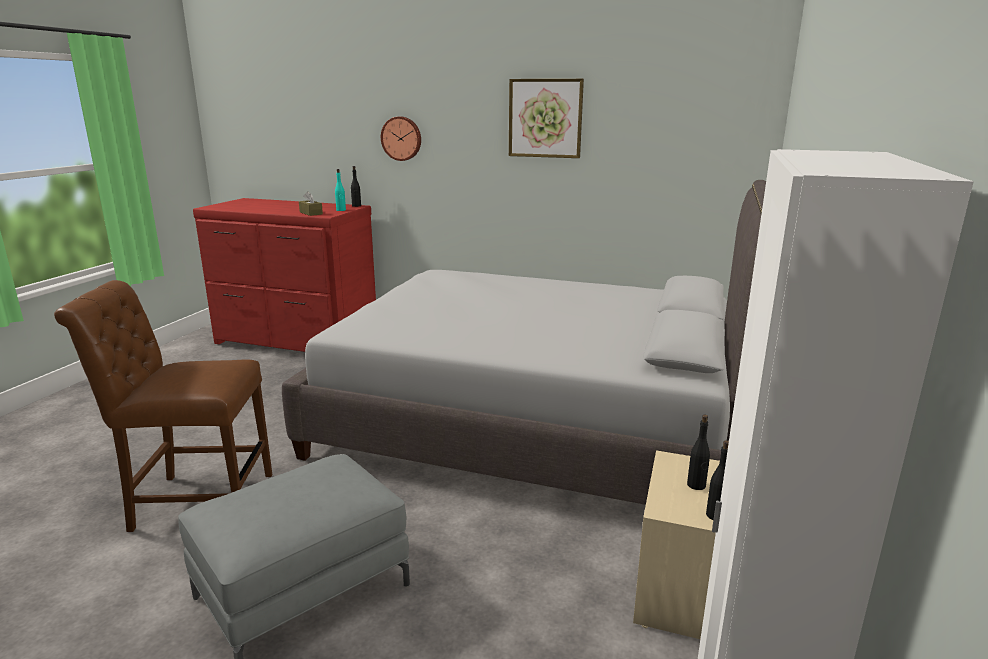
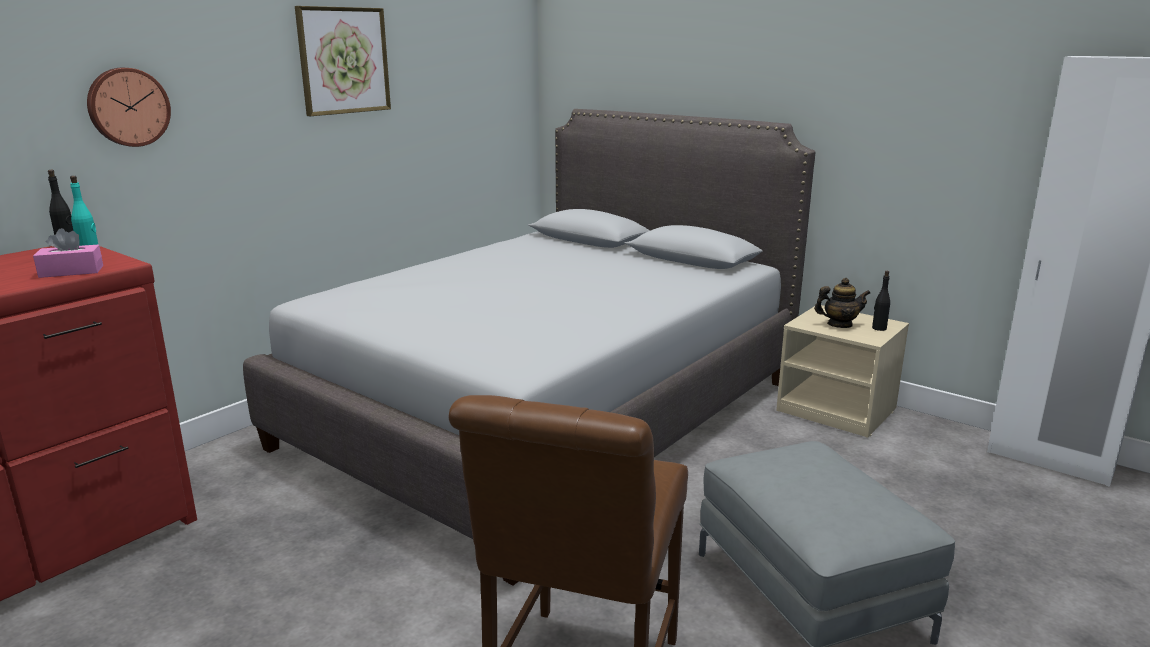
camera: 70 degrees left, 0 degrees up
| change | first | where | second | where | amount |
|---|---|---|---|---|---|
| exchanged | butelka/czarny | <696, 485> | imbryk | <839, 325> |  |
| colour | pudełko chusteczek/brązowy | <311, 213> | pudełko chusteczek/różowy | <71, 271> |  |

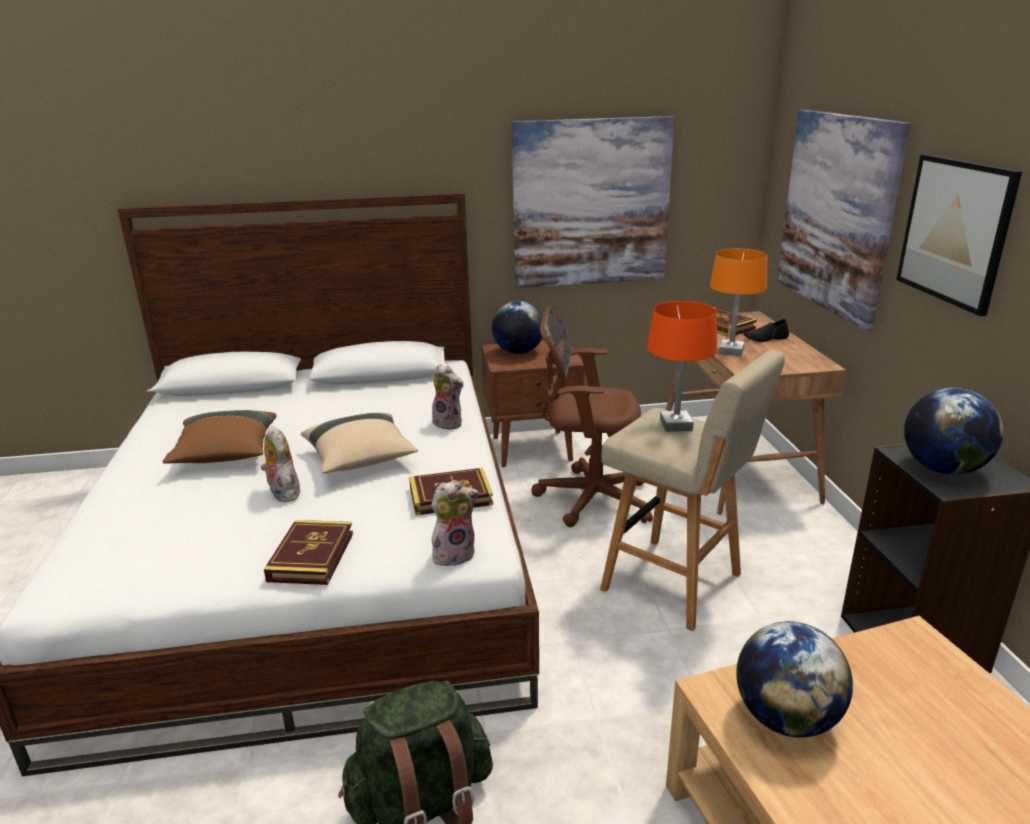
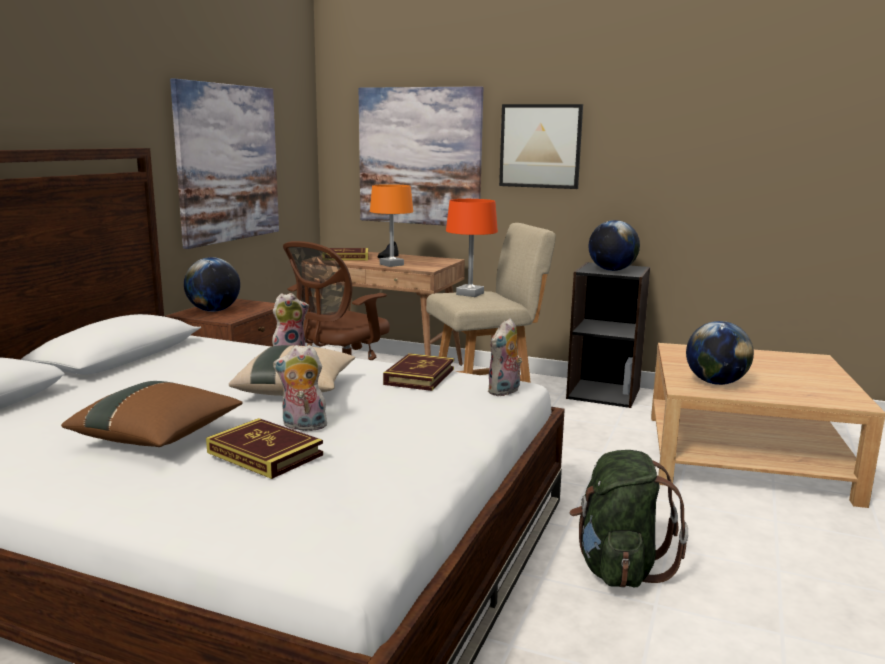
camera: 60 degrees left, 10 degrees down
| change | first | where | second | where | amount |
|---|---|---|---|---|---|
| relocated | książka | <311, 556> |  | <265, 454> |  |
| spun | pluszak | <454, 554> |  | <504, 392> | 150 degrees counterclockwise |

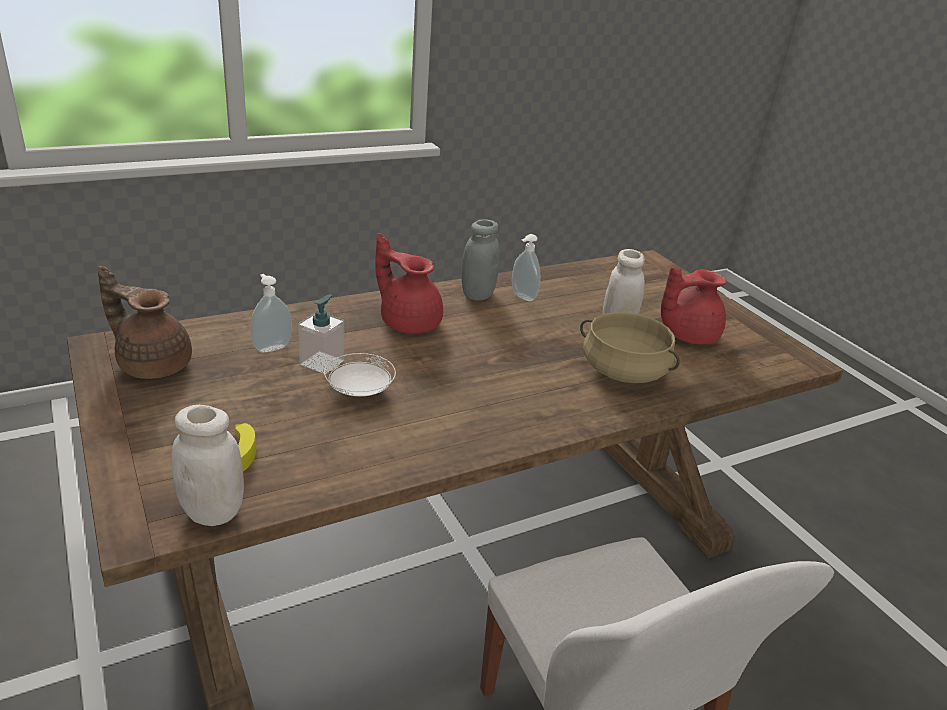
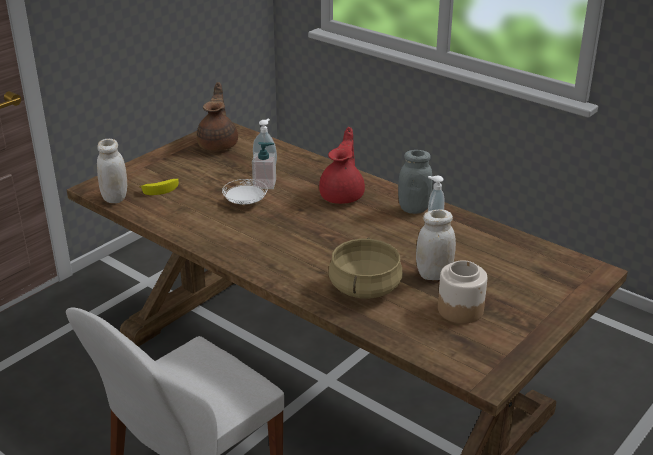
camera: 70 degrees right, 0 degrees up
| change | first | where | second | where | amount |
|---|---|---|---|---|---|
| exchanged | imbryk/czerwony | <686, 335> | słoik | <460, 309> |  |

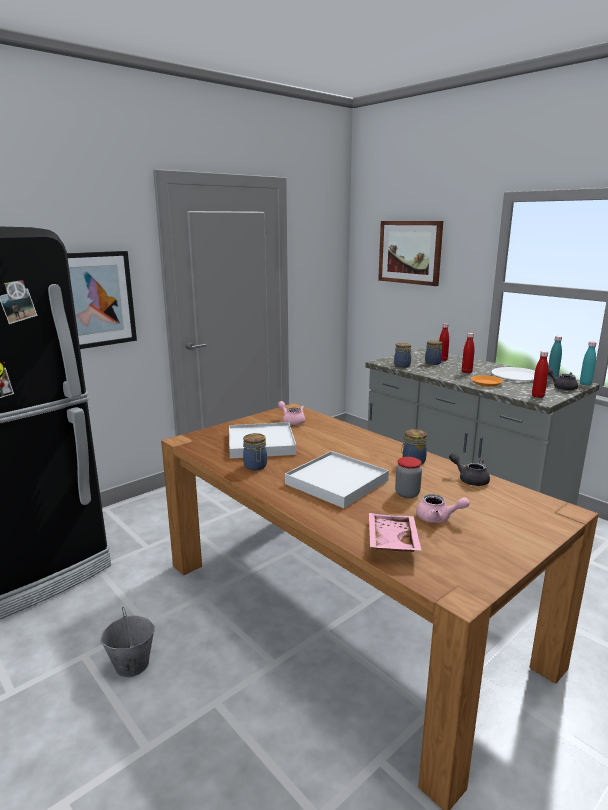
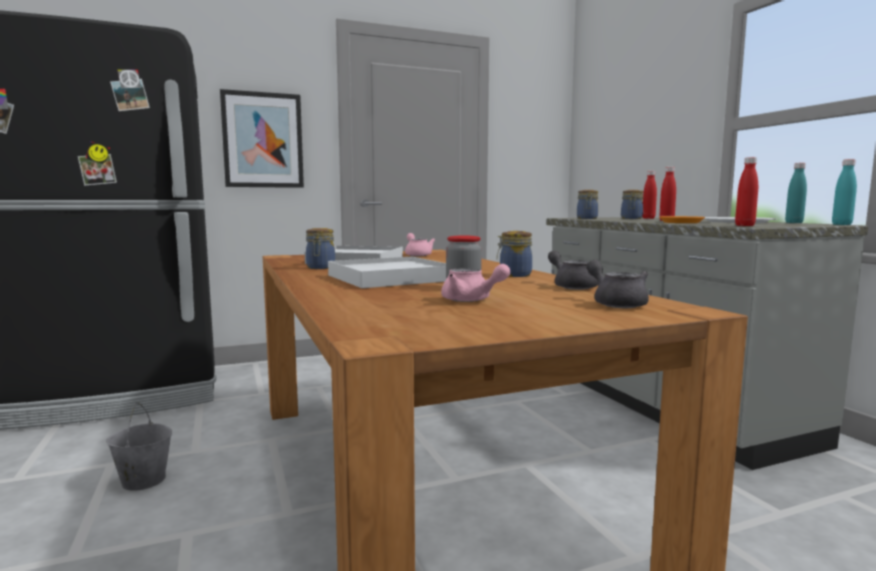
camera: 20 degrees right, 10 degrees down
| change | first | where | second | where | amount |
|---|---|---|---|---|---|
| missing | taca/różowy | <390, 541> |  |  |  |
| missing | obraz | <410, 252> |  |  |  |
| relocated | imbryk/szary | <561, 387> |  | <616, 303> |  |

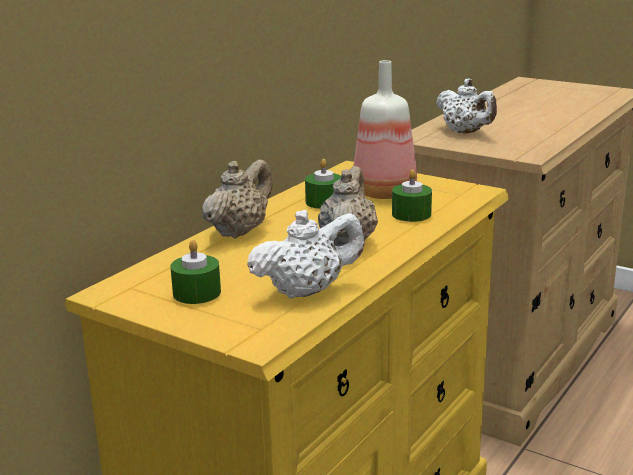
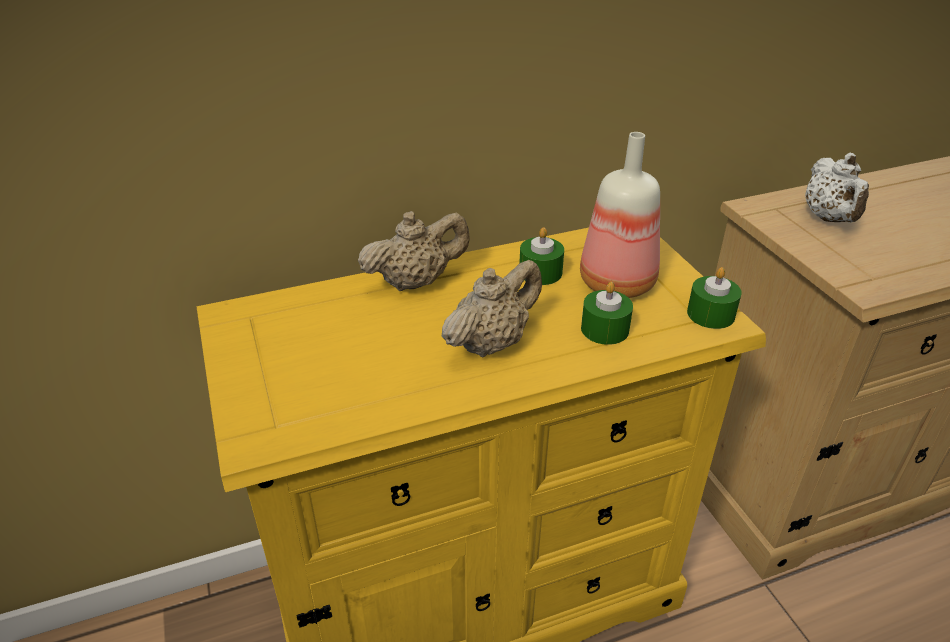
camera: 35 degrees right, 15 degrees up
| change | first | where | second | where | amount |
|---|---|---|---|---|---|
| missing | imbryk/biały | <307, 291> |  |  |  |
| relocated | świeca/zielony | <197, 293> |  | <710, 314> |  |

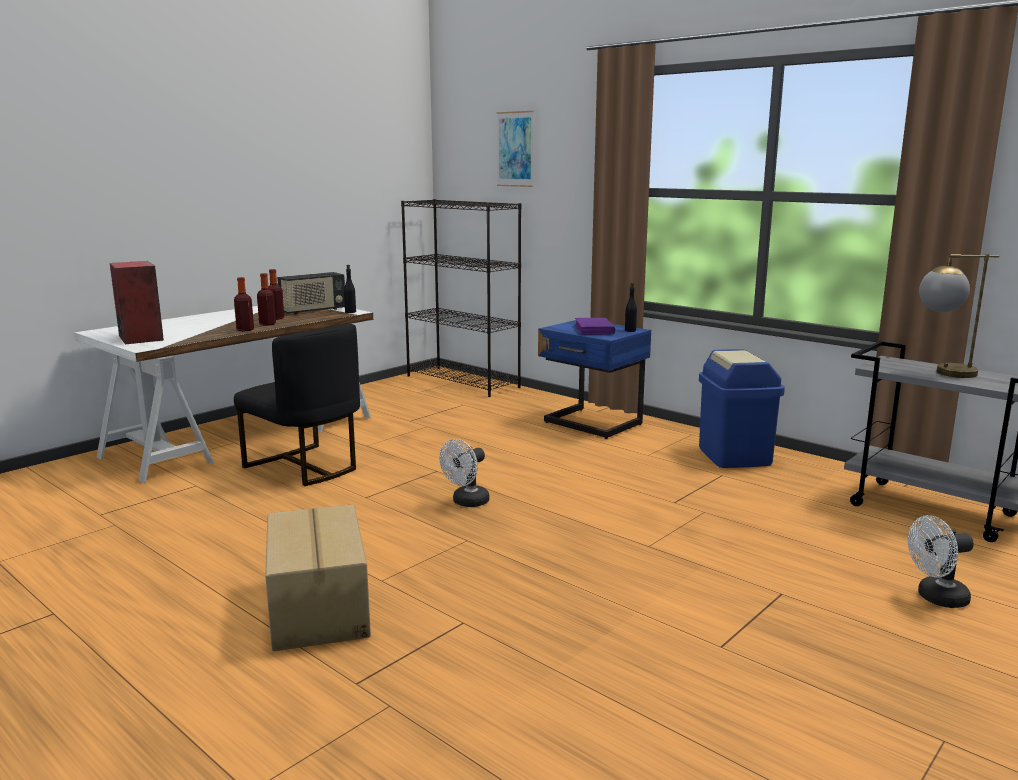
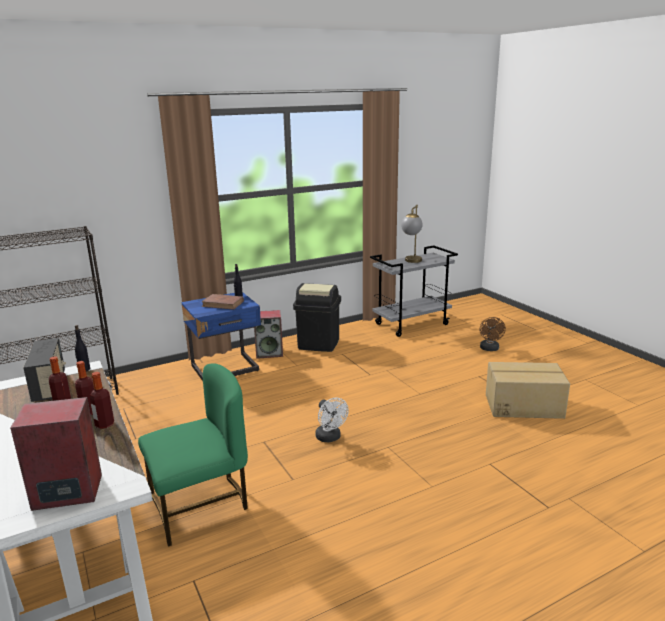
camera: 70 degrees left, 5 degrees up
| change | first | where | second | where | amount |
|---|---|---|---|---|---|
| missing | obraz | <515, 149> |  |  |  |
| appeared |  |  | głośnik | <269, 353> |  |
| relocated | karton | <320, 606> |  | <523, 405> |  |
| colour | krzesło/czarny | <305, 467> | krzesło/zielony | <200, 506> |  |
| colour | książka/fioletowy | <594, 329> | książka/brązowy | <223, 304> |  |
| colour | kosz na śmieci/niebieski | <733, 456> | kosz na śmieci/czarny | <318, 344> |  |
| colour | wentylator/biały | <936, 598> | wentylator/brązowy | <490, 349> |  |

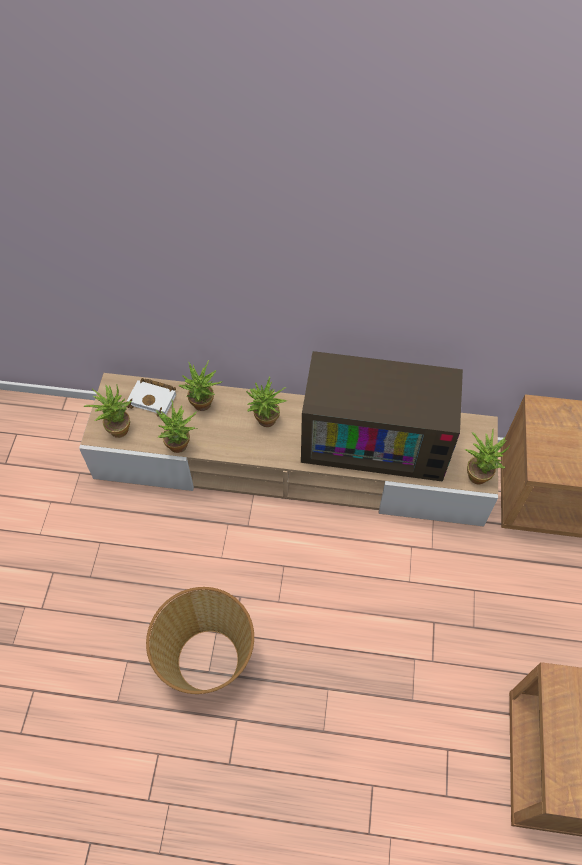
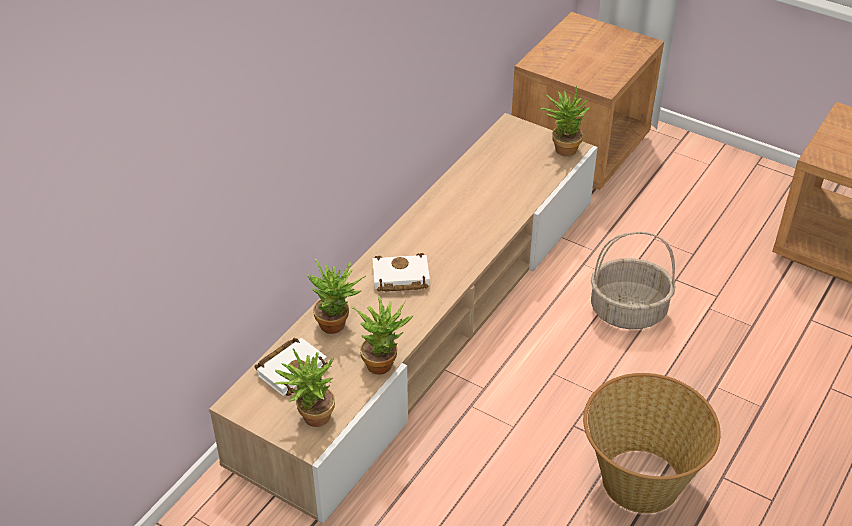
camera: 65 degrees left, 15 degrees down
| change | first | where | second | where | amount |
|---|---|---|---|---|---|
| missing | telewizor | <376, 438> |  |  |  |
| appeared |  |  | koszyk | <627, 311> |  |
| exchanged | roślina doniczkowa | <265, 423> | książka/biały | <399, 278> |  |

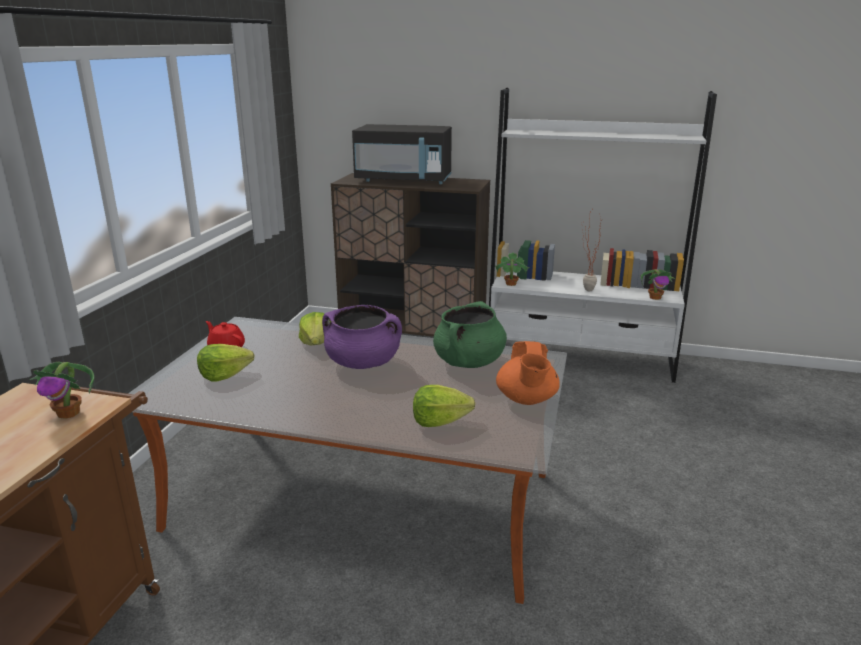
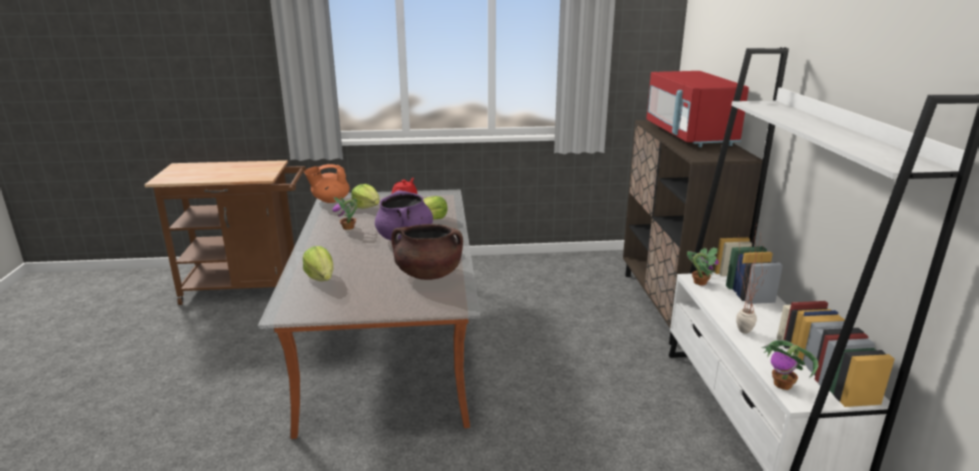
camera: 70 degrees right, 0 degrees up
| change | first | where | second | where | amount |
|---|---|---|---|---|---|
| relocated | roślina doniczkowa | <69, 413> |  | <348, 227> |  |
| relocated | imbryk/pomarańczowy | <526, 400> |  | <330, 200> |  |
| colour | mikrofalówka/czarny | <404, 180> | mikrofalówka/czerwony | <689, 135> |  |
| colour | garnek/zielony | <469, 362> | garnek/brązowy | <428, 274> |  |

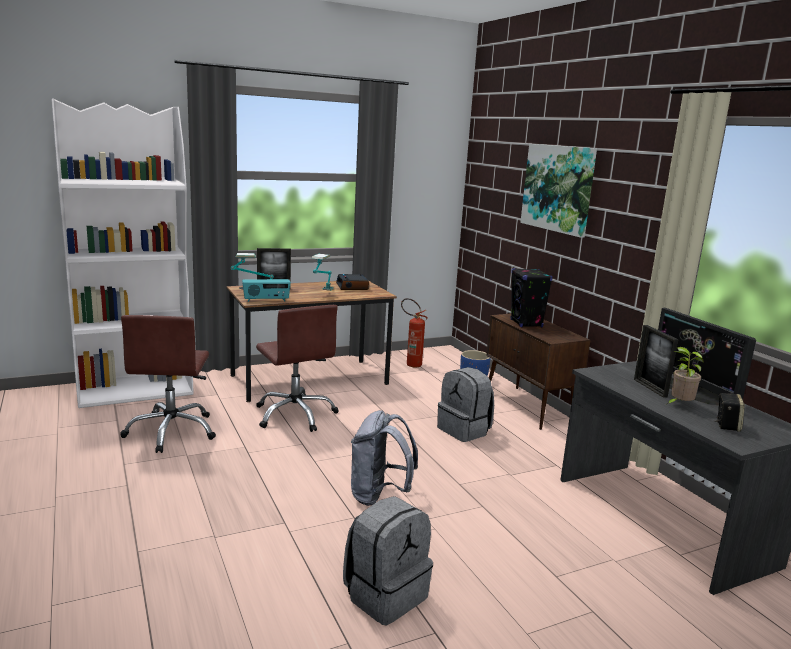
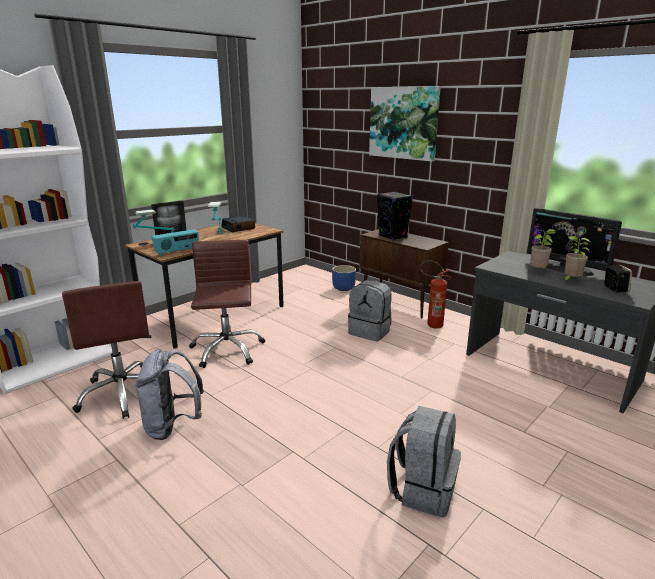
camera: 20 degrees left, 5 degrees up
| change | first | where | second | where | amount |
|---|---|---|---|---|---|
| relocated | plecak/szary | <379, 496> |  | <172, 426> |  |
| relocated | gaśnica | <410, 364> |  | <431, 325> |  |
| exchanged | ramka na zdjęcie | <650, 388> | roślina doniczkowa | <538, 271> |  |
| spun | krzesło biurowe/brązowy | <295, 414> |  | <227, 350> | 135 degrees counterclockwise |

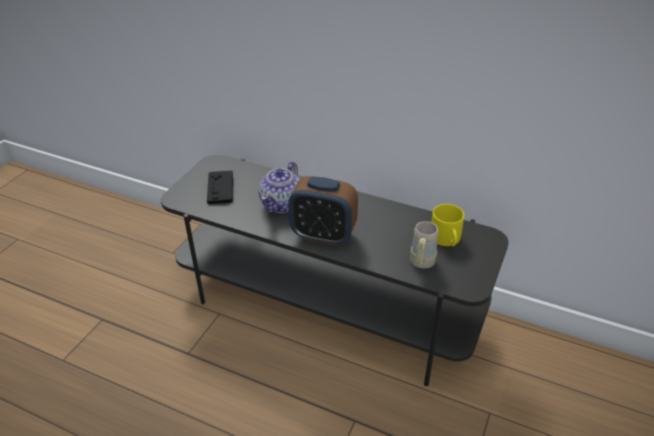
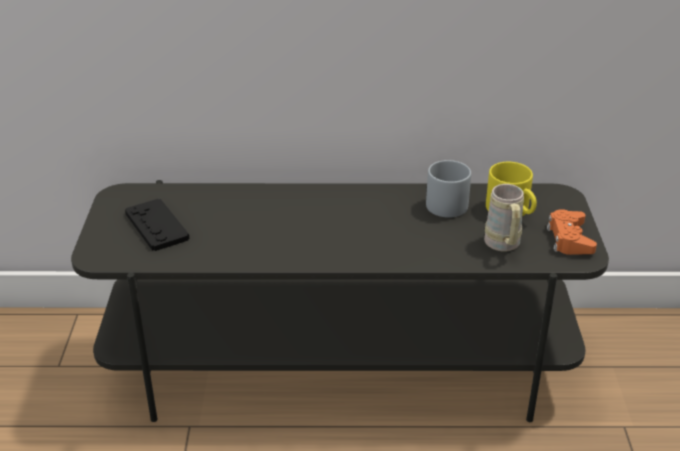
camera: 25 degrees left, 5 degrees down
| change | first | where | second | where | amount |
|---|---|---|---|---|---|
| missing | imbryk | <282, 204> |  |  |  |
| missing | budzik | <323, 235> |  |  |  |
| appeared |  |  | kubek/szary | <449, 202> |  |
| appeared |  |  | pad do gier/pomarańczowy | <569, 239> |  |

